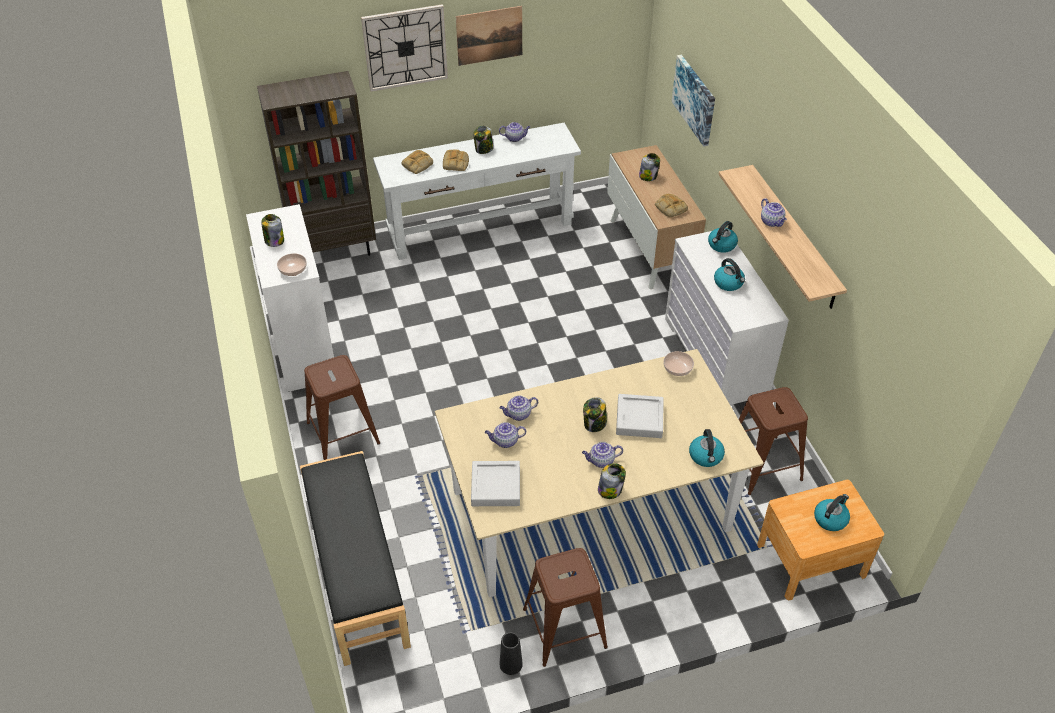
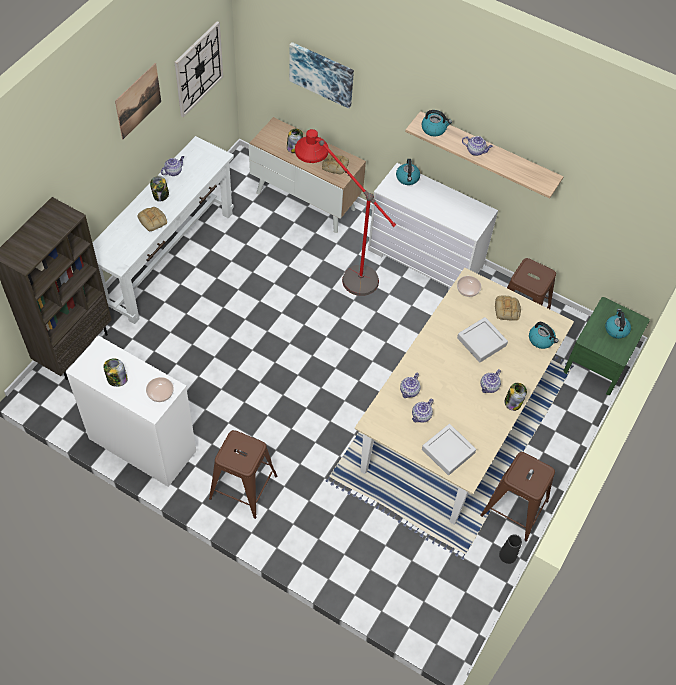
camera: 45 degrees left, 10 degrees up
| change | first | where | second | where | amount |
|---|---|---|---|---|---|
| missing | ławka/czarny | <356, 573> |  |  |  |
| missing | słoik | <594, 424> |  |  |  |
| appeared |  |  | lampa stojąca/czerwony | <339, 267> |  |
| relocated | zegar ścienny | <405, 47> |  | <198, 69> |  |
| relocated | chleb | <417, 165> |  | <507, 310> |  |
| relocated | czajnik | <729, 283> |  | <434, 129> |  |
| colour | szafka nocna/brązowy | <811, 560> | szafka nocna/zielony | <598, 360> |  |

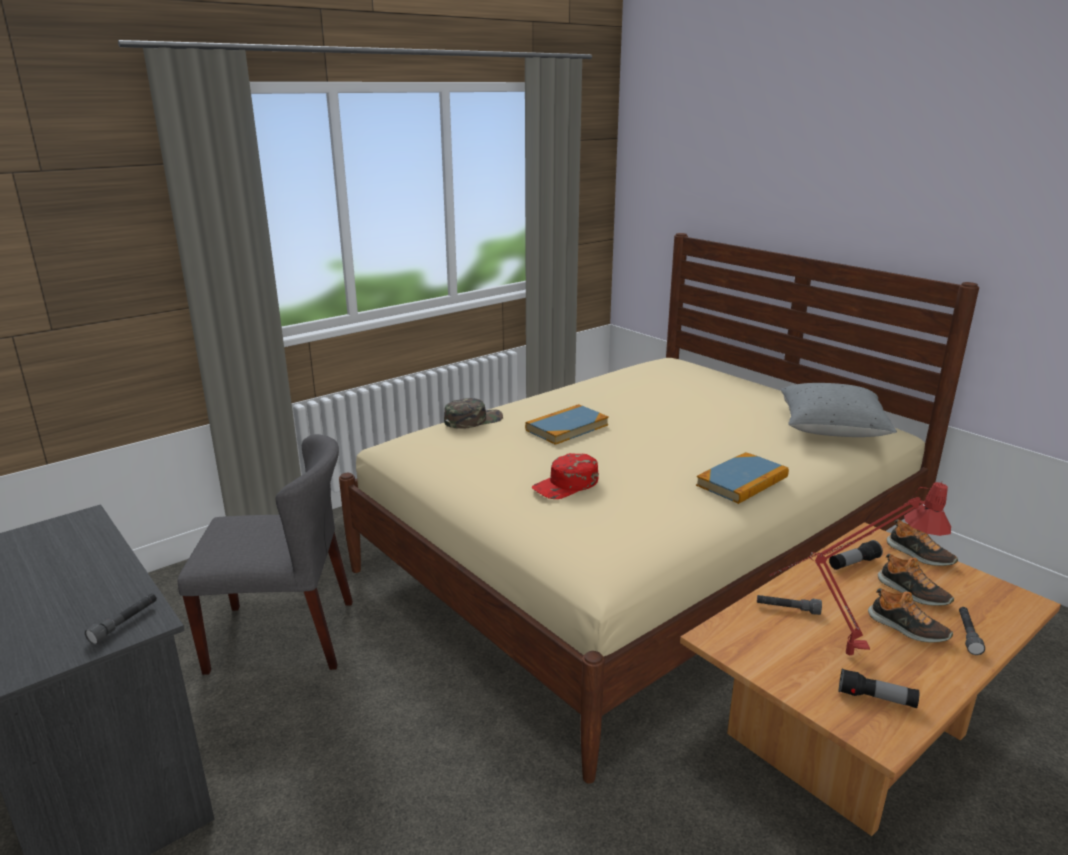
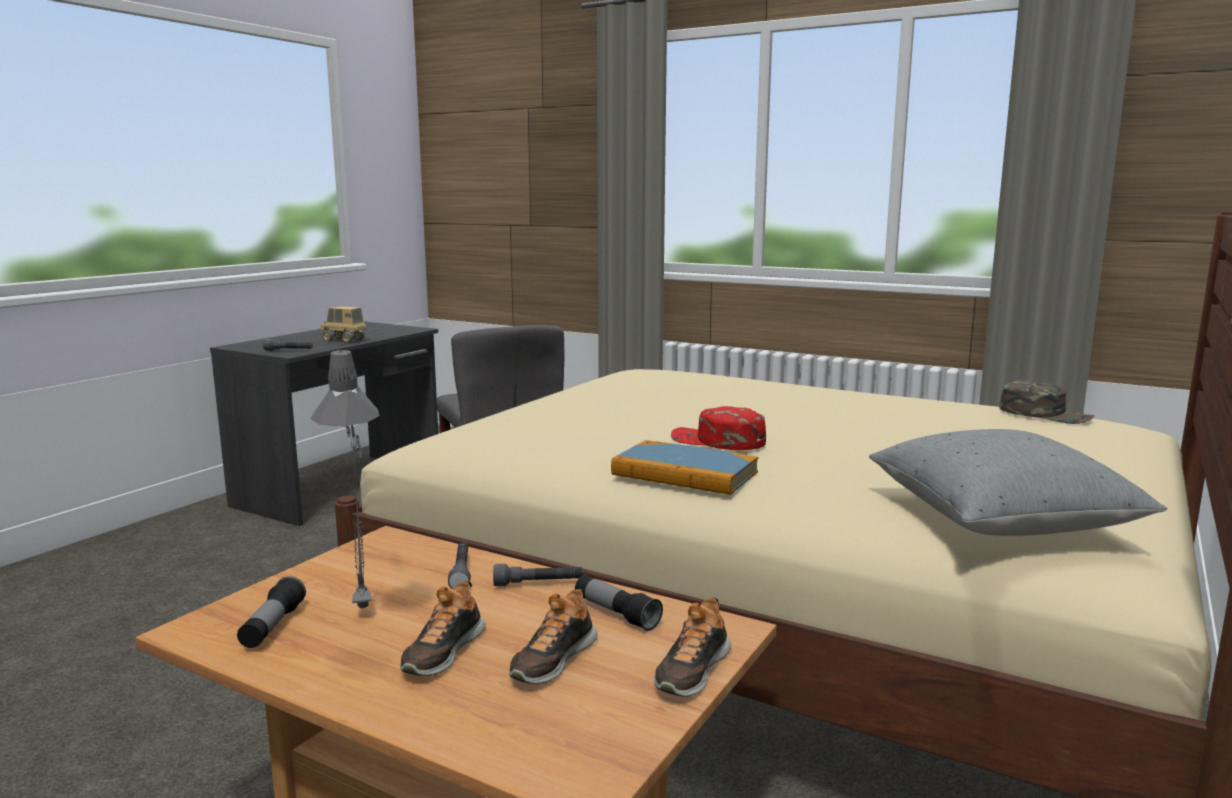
camera: 70 degrees right, 10 degrees down
| change | first | where | second | where | amount |
|---|---|---|---|---|---|
| missing | książka | <567, 427> |  |  |  |
| appeared |  |  | ciężarówka zabawkowa | <344, 341> |  |
| relocated | czapka z daszkiem/zielony | <473, 420> |  | <1045, 414> |  |
| relocated | czapka z daszkiem/czerwony | <566, 485> |  | <717, 441> |  |
| relocated | latarka/szary | <967, 635> |  | <538, 584> |  |
| colour | lampa stołowa/czerwony | <838, 655> | lampa stołowa/szary | <363, 604> |  |

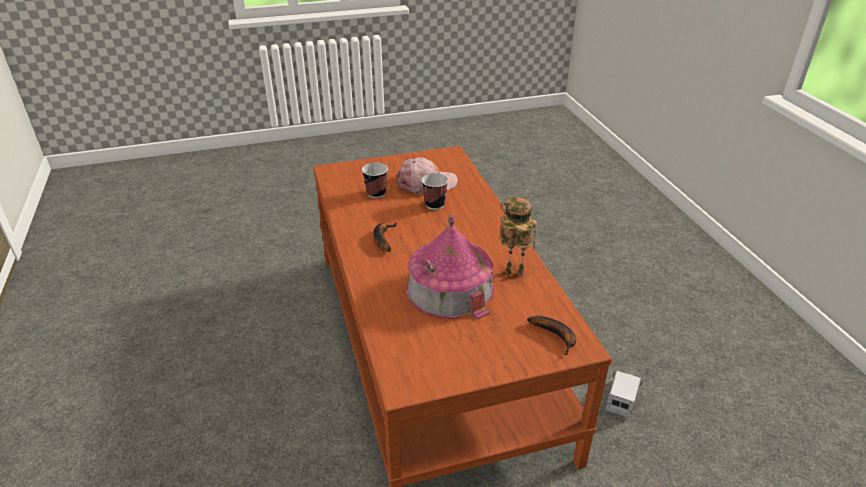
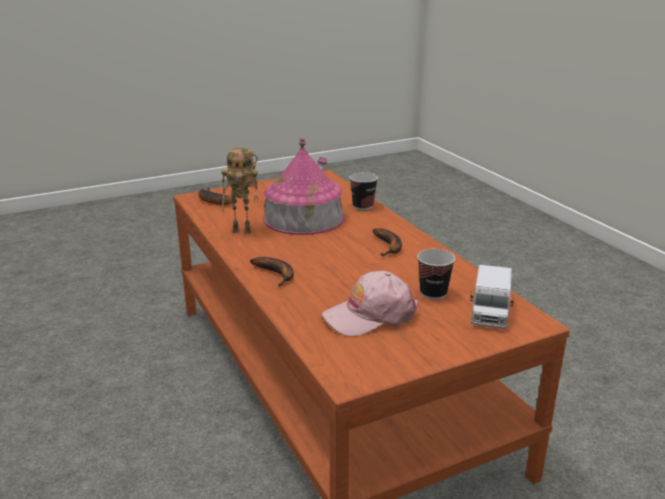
camera: 170 degrees right, 10 degrees down
| change | first | where | second | where | amount |
|---|---|---|---|---|---|
| appeared |  |  | banan | <277, 274> |  |
| relocated | filiżanka | <434, 205> |  | <363, 206> |  |
| relocated | ciężarówka zabawkowa | <622, 398> |  | <489, 312> |  |

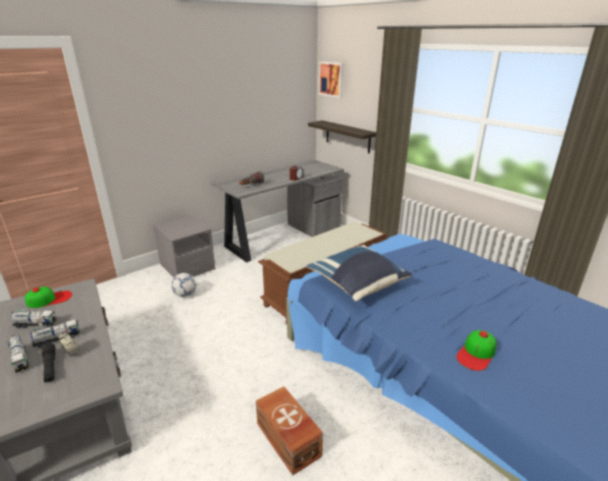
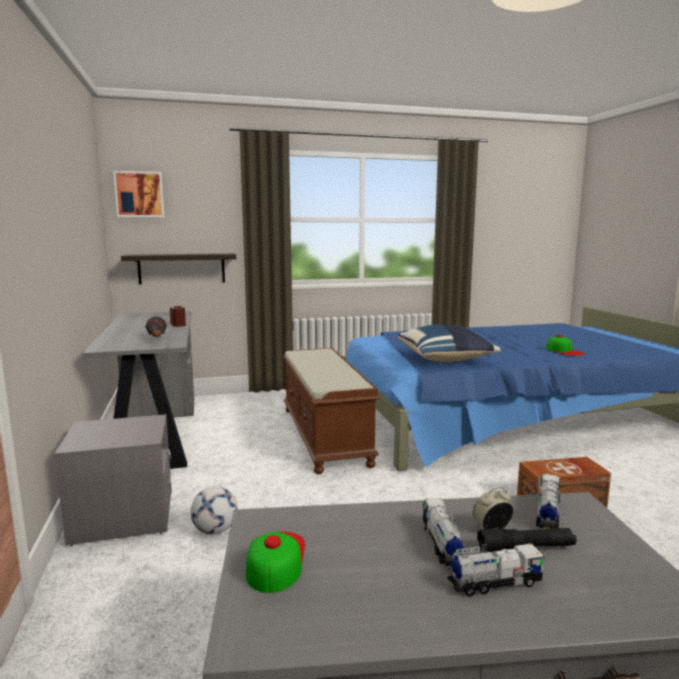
camera: 65 degrees left, 15 degrees down
| change | first | where | second | where | amount |
|---|---|---|---|---|---|
| relocated | ciężarówka zabawkowa | <35, 324> |  | <547, 513> |  |

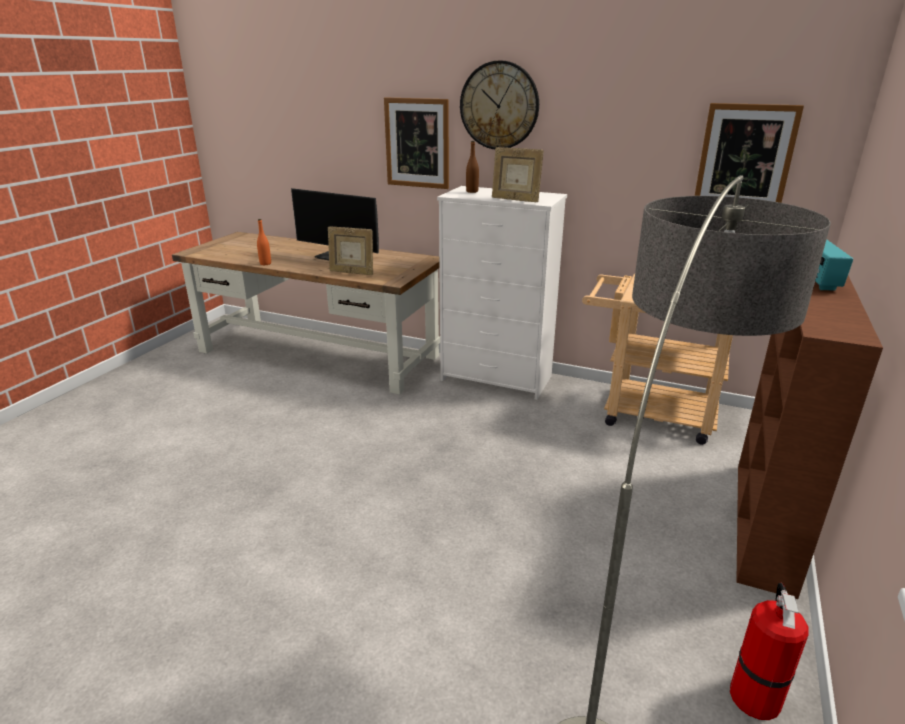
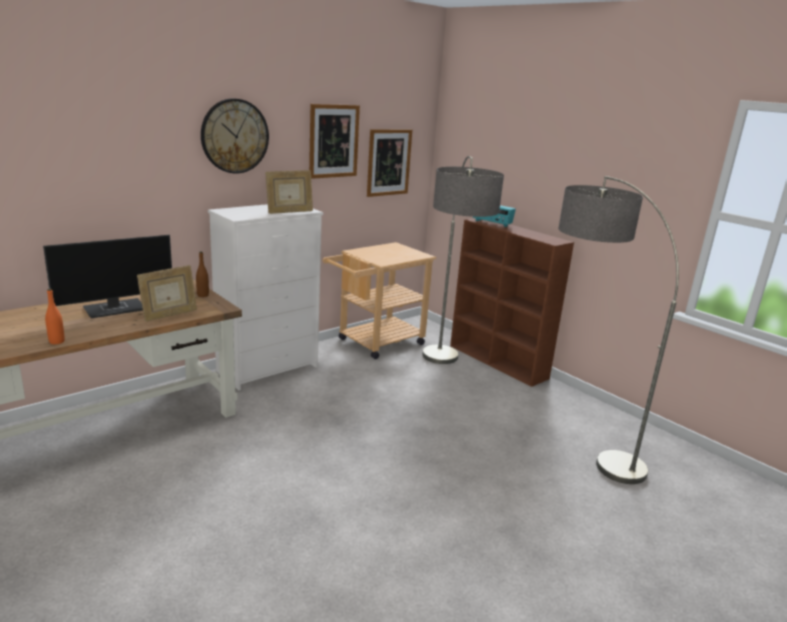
camera: 65 degrees left, 5 degrees down
| change | first | where | second | where | amount |
|---|---|---|---|---|---|
| missing | gaśnica | <754, 695> |  |  |  |
| appeared |  |  | lampa stojąca | <444, 376> |  |
| relocated | obraz | <417, 143> |  | <333, 141> |  |
| relocated | butelka/brązowy | <472, 191> |  | <203, 295> |  |

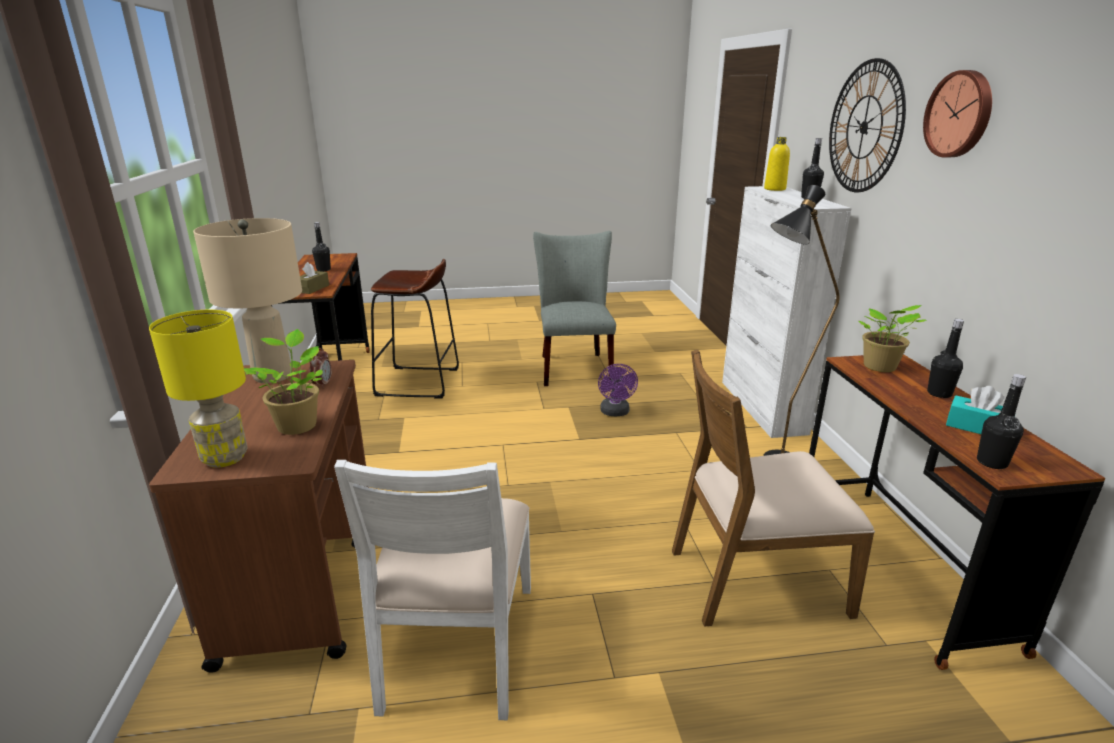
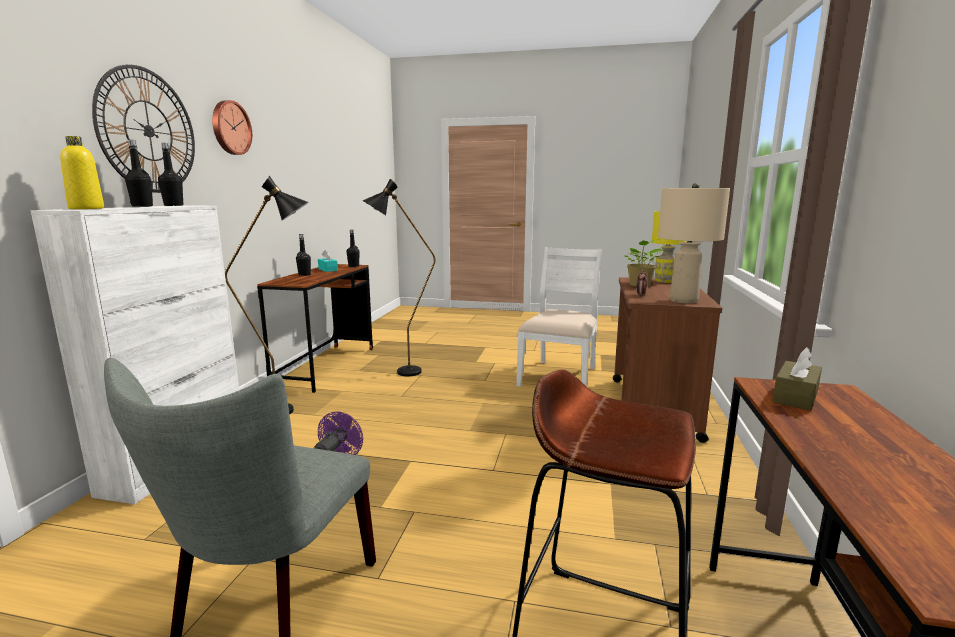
camera: 160 degrees left, 10 degrees down
| change | first | where | second | where | amount |
|---|---|---|---|---|---|
| missing | roślina doniczkowa | <880, 367> |  |  |  |
| relocated | butelka/czarny | <323, 270> |  | <173, 205> |  |
| exchanged | krzesło/brązowy | <755, 579> | lampa stojąca/czarny | <400, 373> |  |

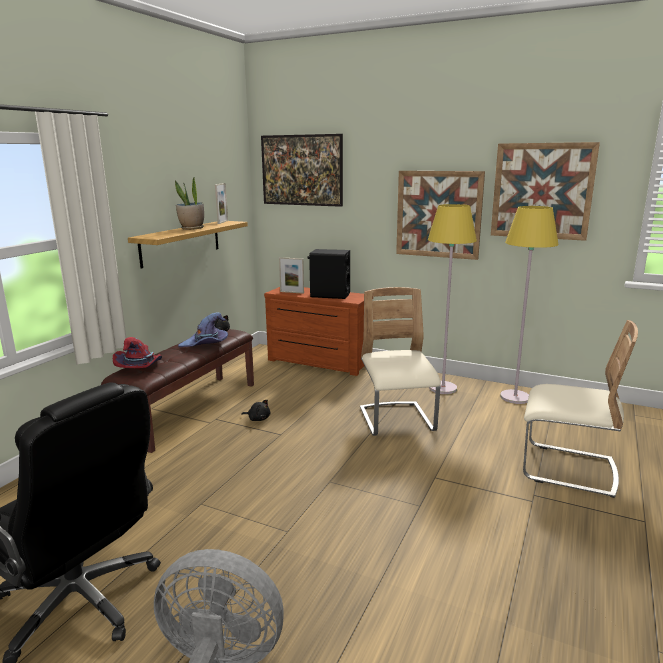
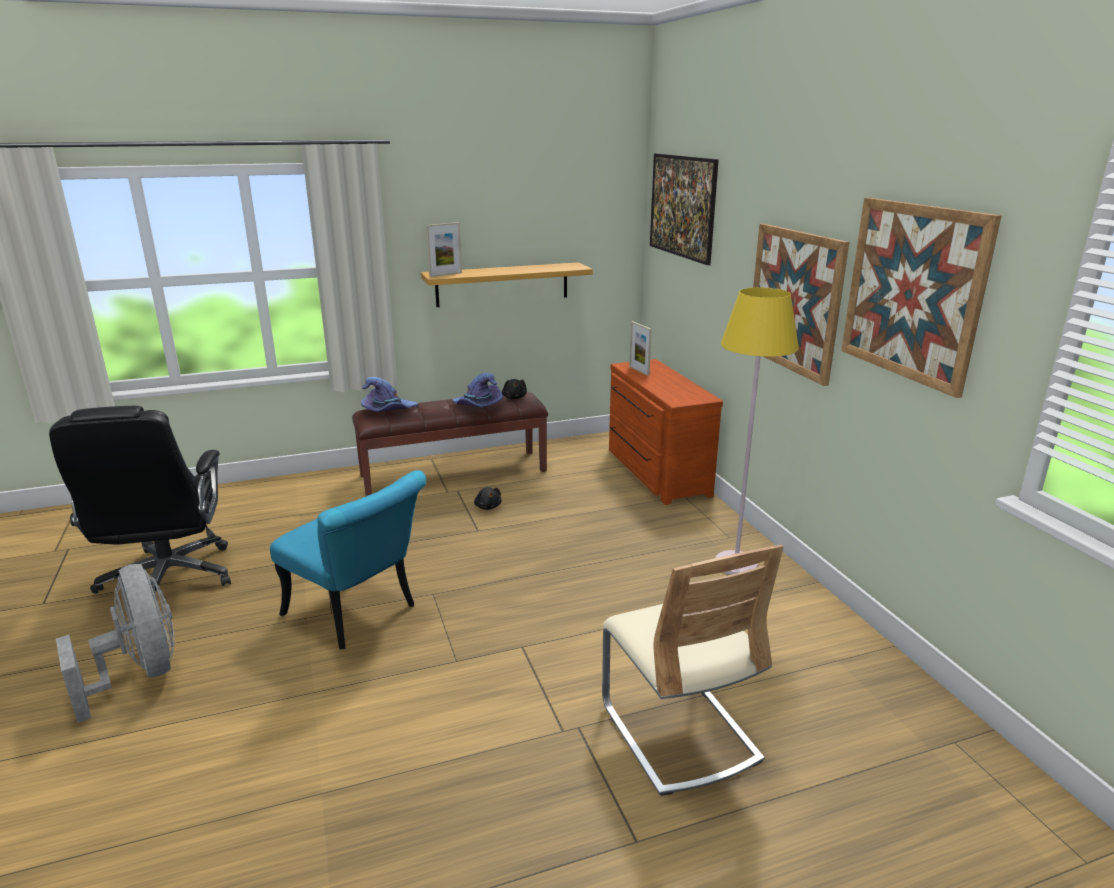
camera: 45 degrees right, 5 degrees up
| change | first | where | second | where | amount |
|---|---|---|---|---|---|
| missing | roślina doniczkowa | <192, 228> |  |  |  |
| missing | głośnik/czarny | <330, 295> |  |  |  |
| missing | krzesło/beżowy | <396, 421> |  |  |  |
| missing | lampa stojąca/żółty | <515, 397> |  |  |  |
| appeared |  |  | krzesło/turkusowy | <359, 614> |  |
| relocated | ramka na zdjęcie | <223, 222> |  | <445, 274> |  |
| colour | kapelusz/czerwony | <140, 367> | kapelusz/fioletowy | <388, 410> |  |

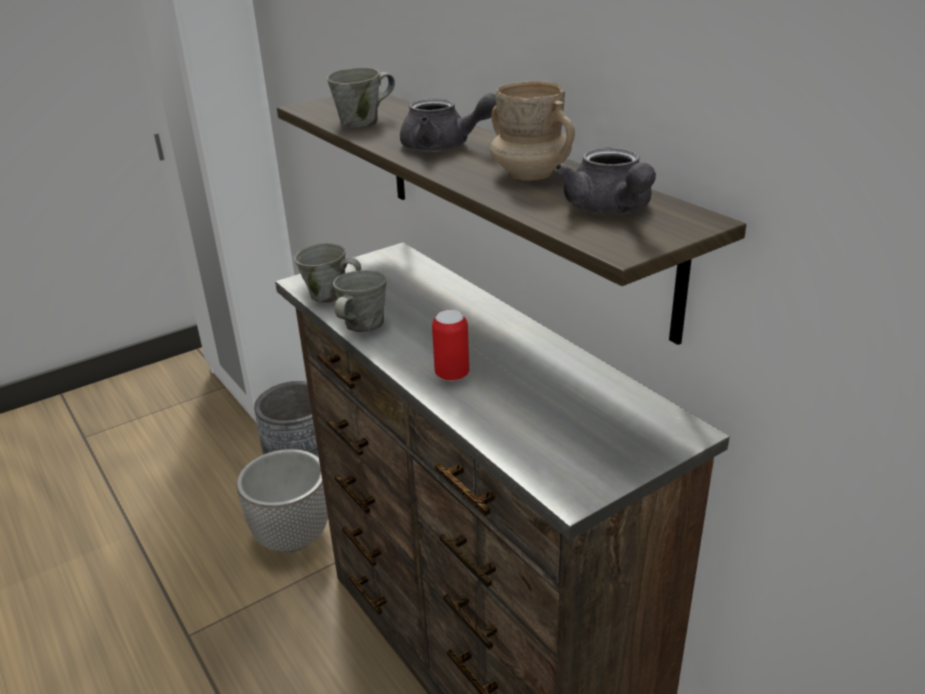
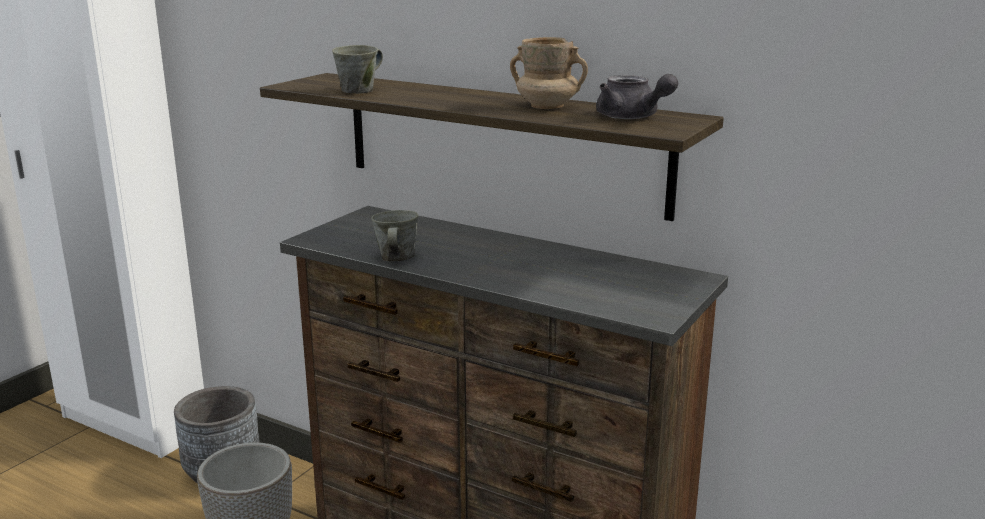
camera: 25 degrees left, 10 degrees down
| change | first | where | second | where | amount |
|---|---|---|---|---|---|
| missing | kubek/szary | <330, 295> |  |  |  |
| missing | imbryk/szary | <444, 147> |  |  |  |
| missing | puszka | <452, 375> |  |  |  |

